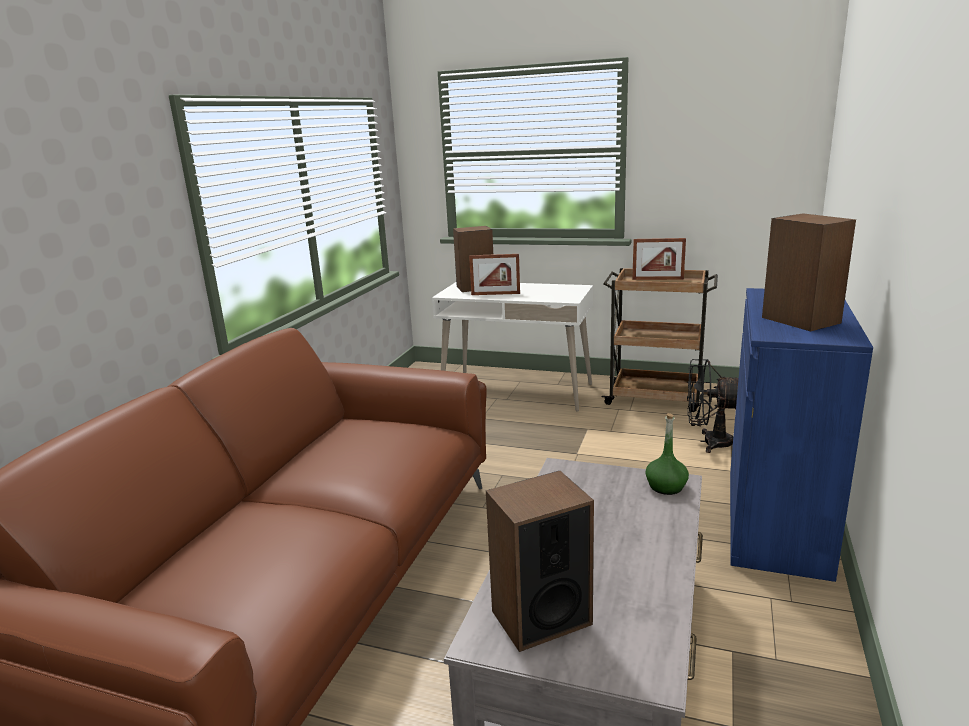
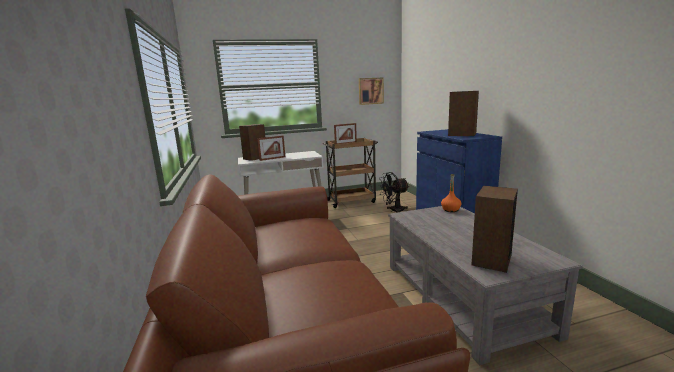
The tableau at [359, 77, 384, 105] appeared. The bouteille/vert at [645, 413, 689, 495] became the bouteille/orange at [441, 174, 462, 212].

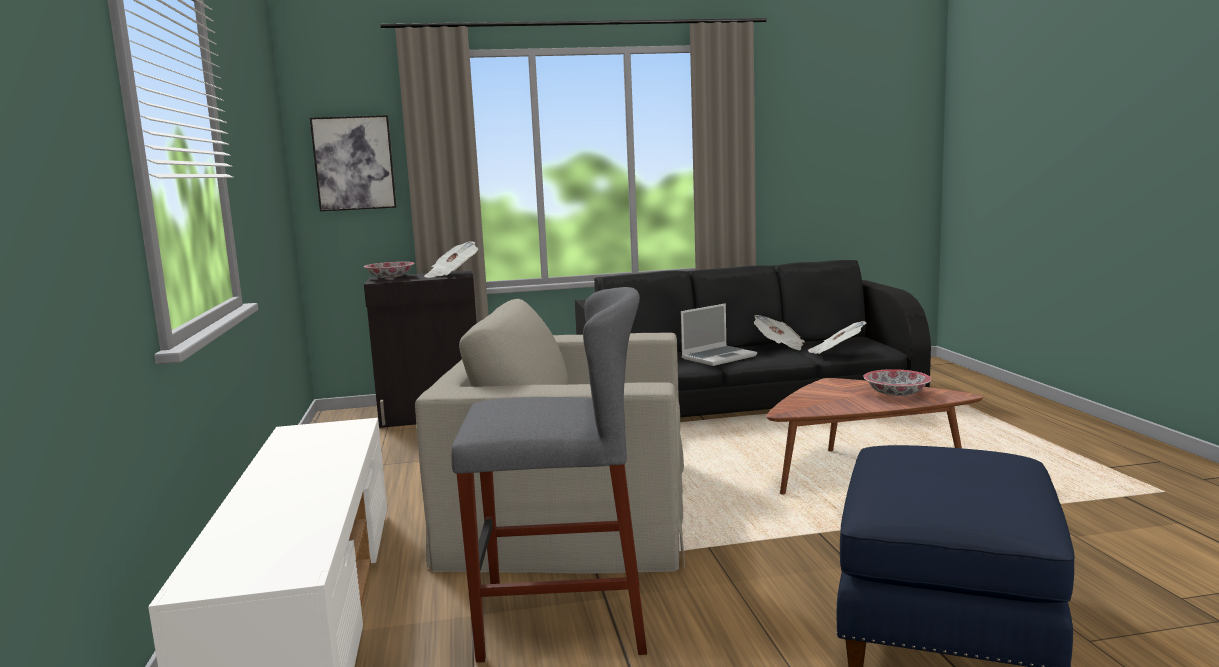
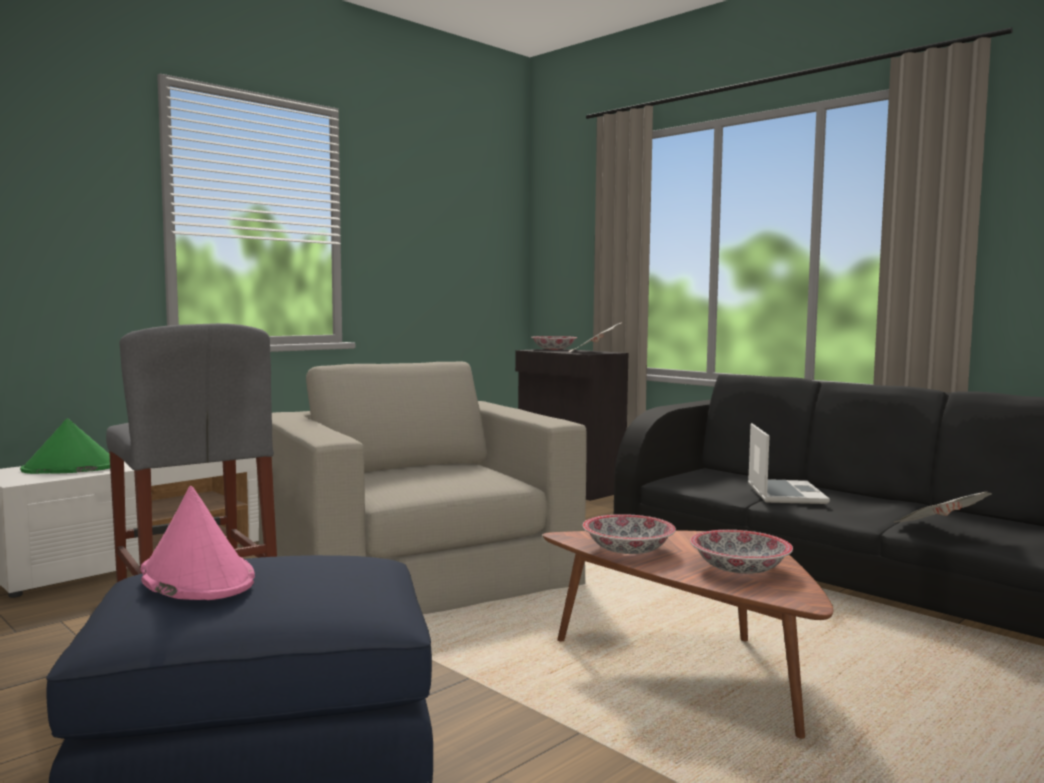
The chapeau/vert at [20, 418, 110, 474] appeared. The chapeau/rose at [141, 486, 255, 600] appeared. The bol at [583, 514, 676, 554] appeared. The ordinateur portable at [681, 303, 757, 366] turned 105 degrees counterclockwise. The tableau at [310, 115, 397, 211] disappeared. The journal at [754, 315, 805, 350] disappeared.

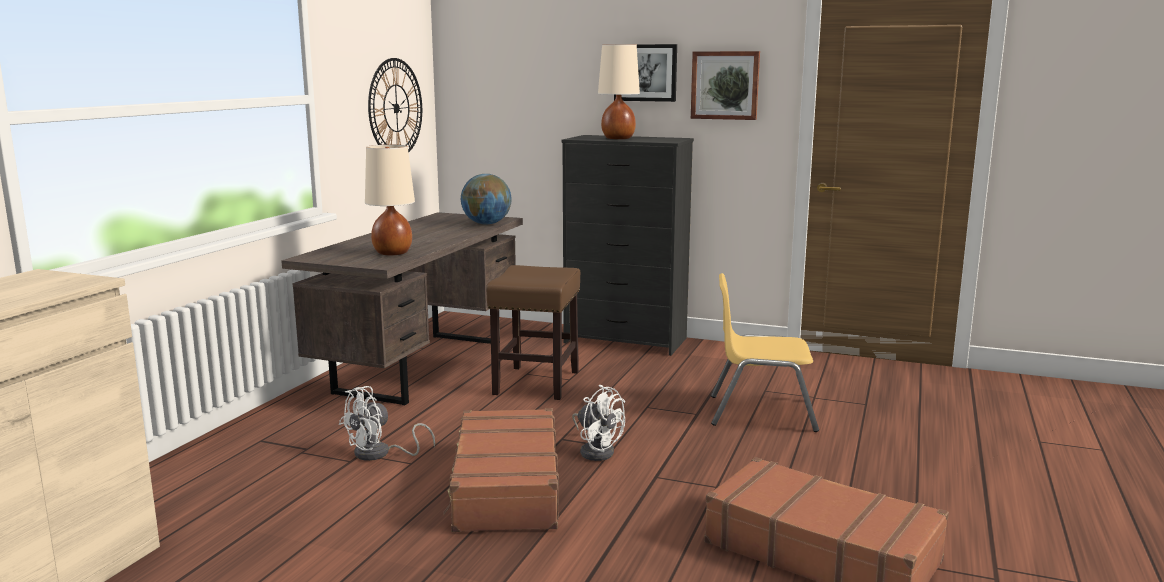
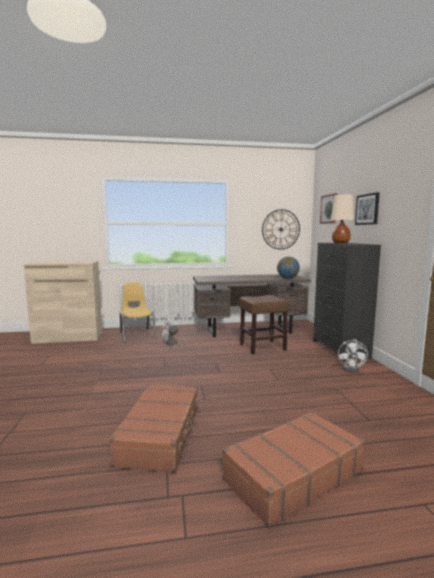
The chaise/jaune moved from [711, 273, 819, 432] to [120, 282, 157, 343]. The valise/marron moved from [443, 408, 559, 532] to [222, 411, 365, 528]. The tableau moved from [691, 51, 760, 120] to [320, 193, 337, 224]. The ventilateur/blanc moved from [572, 385, 625, 461] to [338, 339, 368, 372]. The lampe de table/beige at [365, 145, 415, 255] disappeared.

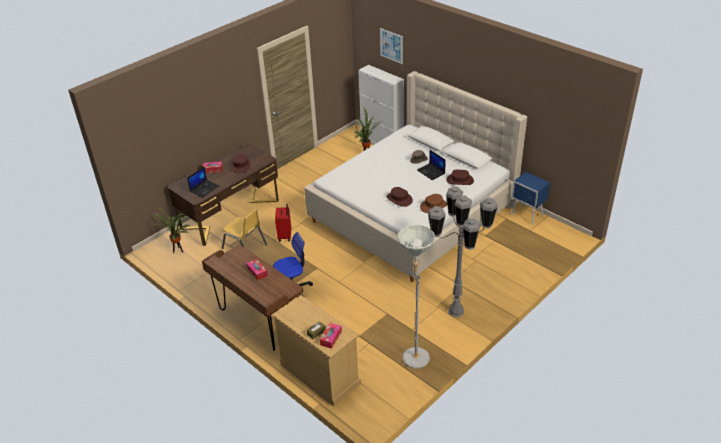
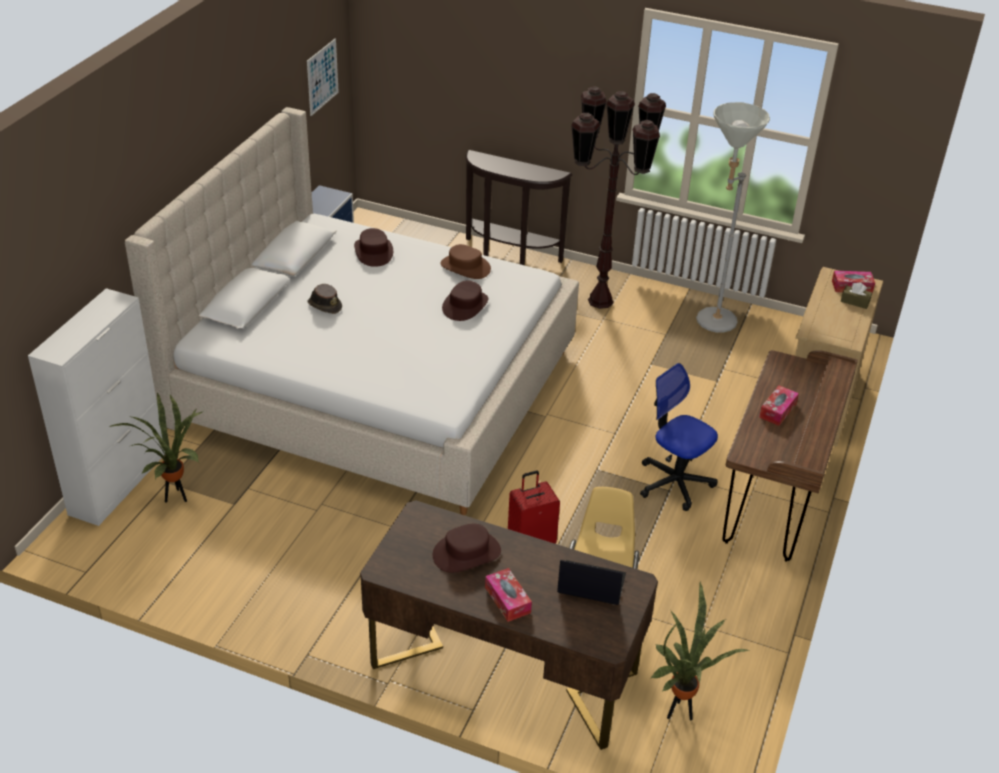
The tableau moved from [380, 28, 403, 64] to [307, 38, 339, 116]. The table console/marron at [465, 150, 572, 265] appeared. The lampadaire/gris at [428, 186, 498, 317] became the lampadaire/marron at [571, 86, 666, 309]. The ordinateur portable at [417, 150, 446, 180] disappeared.

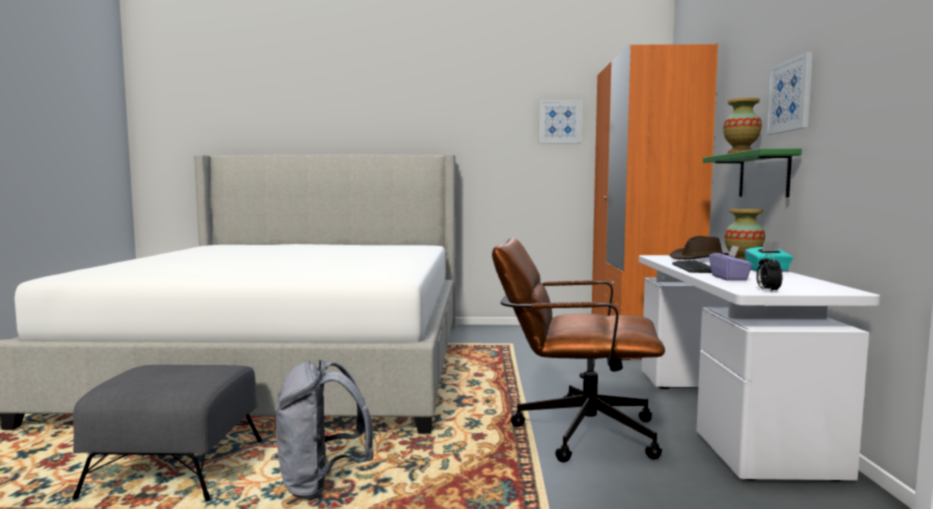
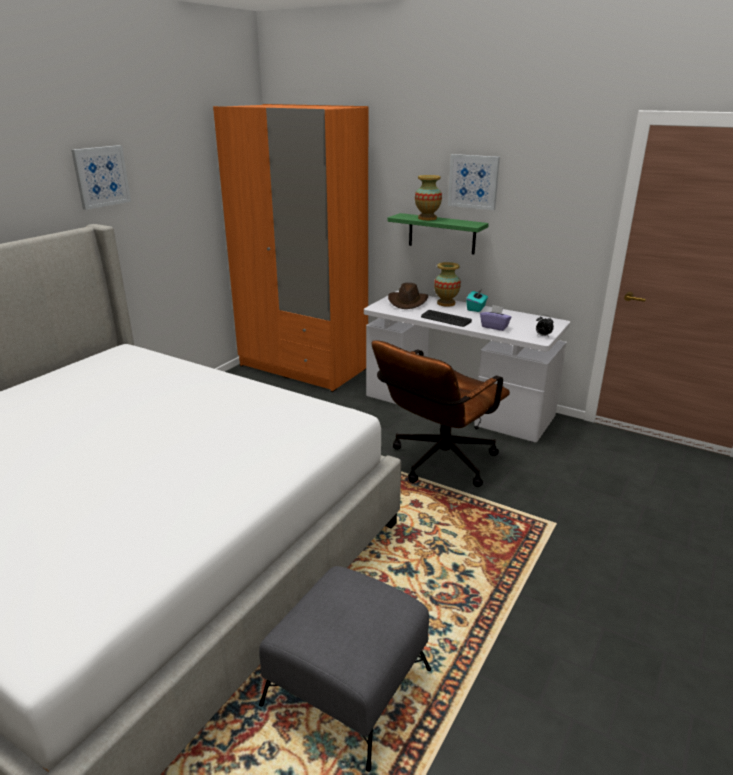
The tableau moved from [539, 100, 582, 143] to [71, 145, 131, 210]. The sac à dos/gris at [275, 360, 374, 499] disappeared.

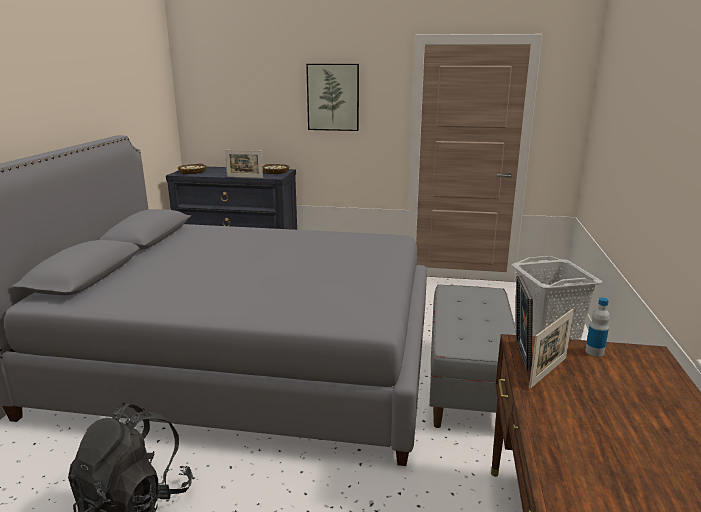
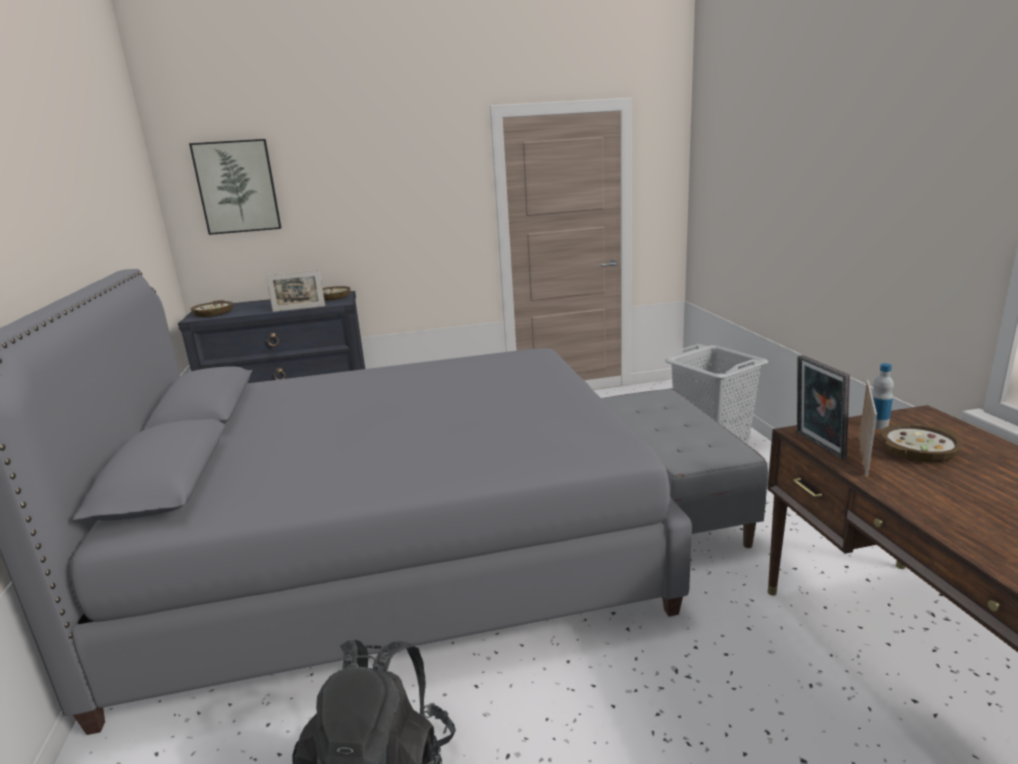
The tableau moved from [306, 64, 359, 131] to [189, 139, 281, 235]. The bol at [881, 424, 963, 462] appeared.

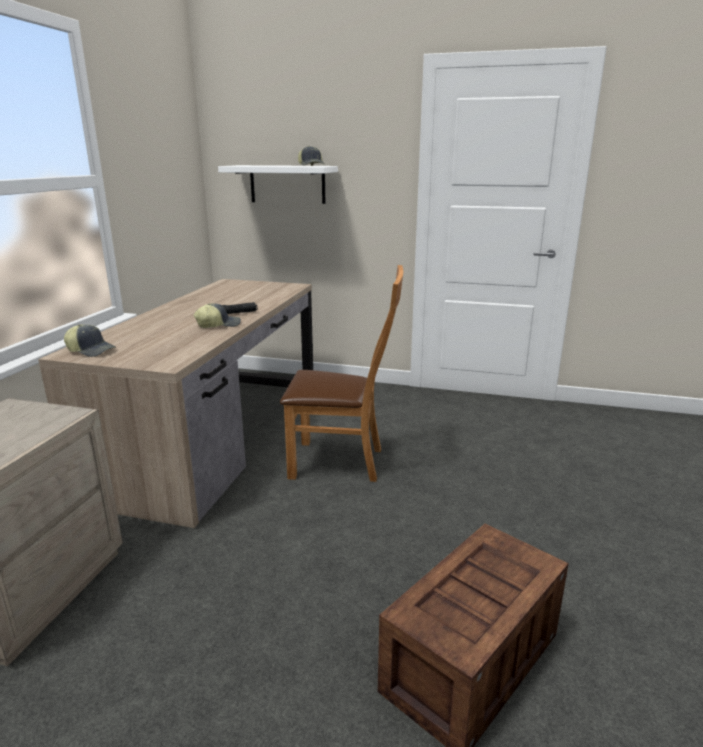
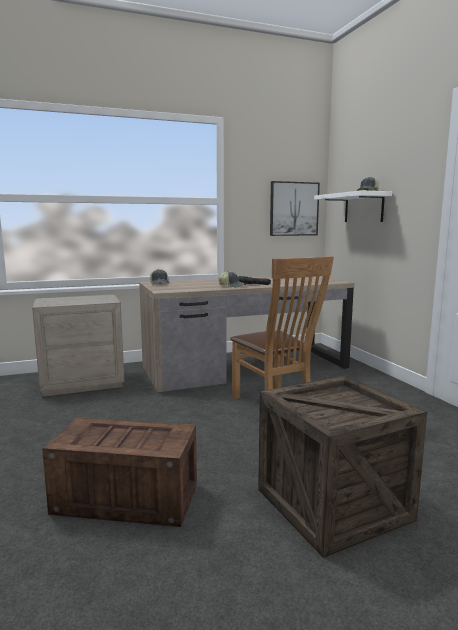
The caisse at [258, 376, 427, 558] appeared. The tableau at [270, 181, 320, 236] appeared.

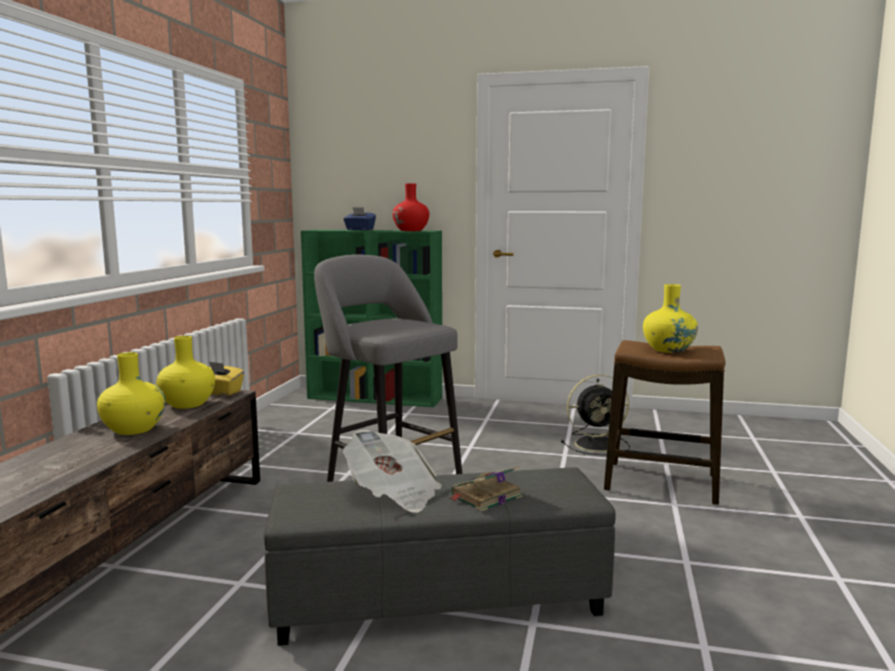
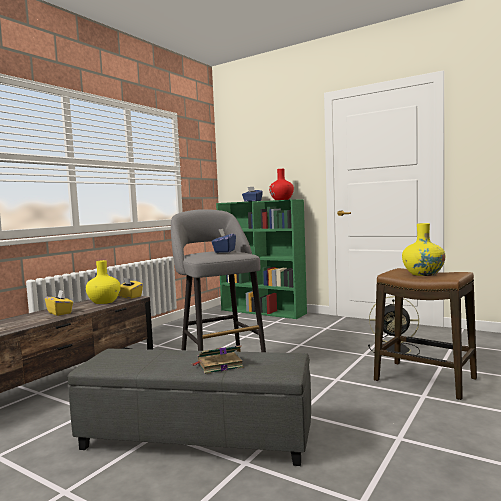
The vase/jaune at [97, 352, 165, 435] was replaced by the boîte à mouchoirs/jaune at [45, 290, 73, 316]. The boîte à mouchoirs/bleu at [212, 229, 236, 253] appeared. The journal at [343, 429, 442, 513] disappeared.

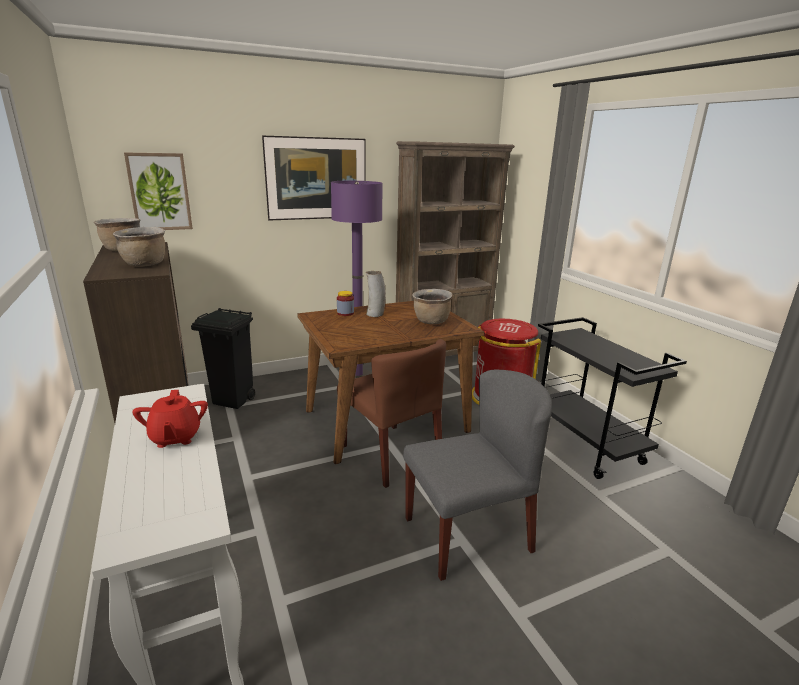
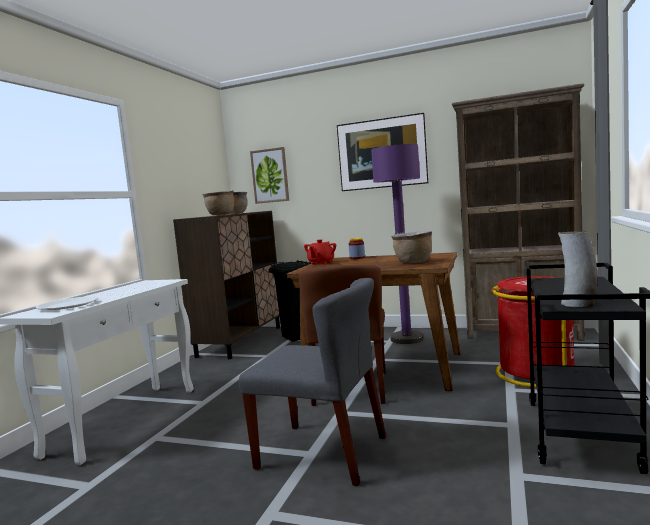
The assiette/blanc at [36, 296, 99, 310] appeared. The théière/rouge moved from [132, 390, 208, 448] to [304, 239, 336, 265]. The vase moved from [366, 271, 386, 317] to [558, 231, 597, 307].

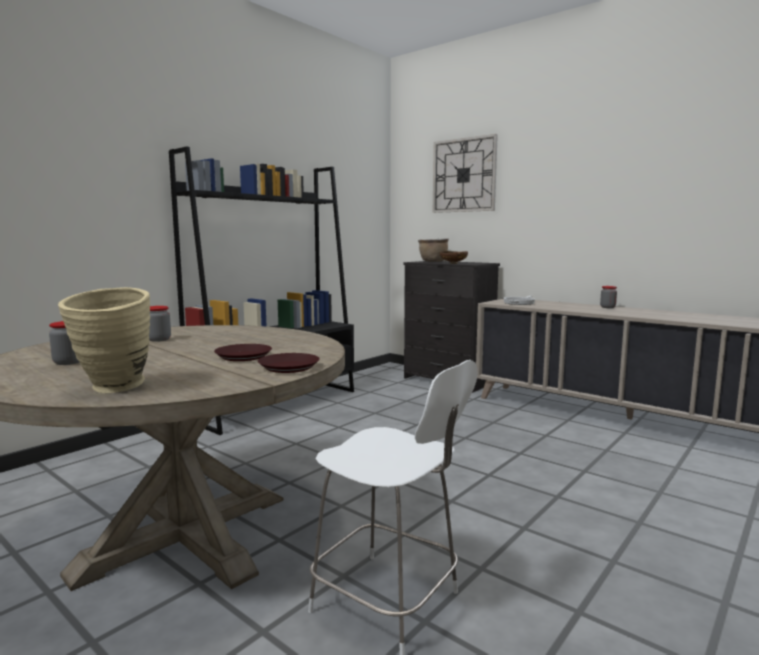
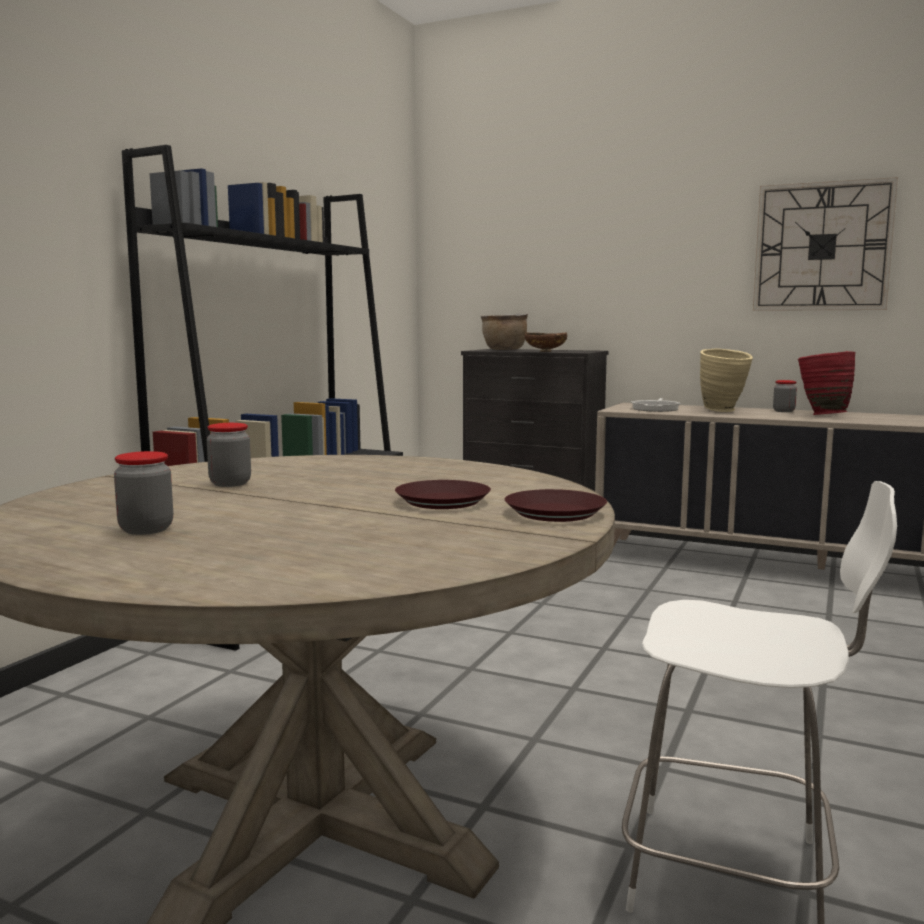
The vase/beige moved from [58, 287, 150, 393] to [700, 348, 753, 412]. The horloge murale moved from [433, 134, 498, 213] to [753, 177, 898, 311]. The vase/rouge at [798, 351, 855, 415] appeared.

